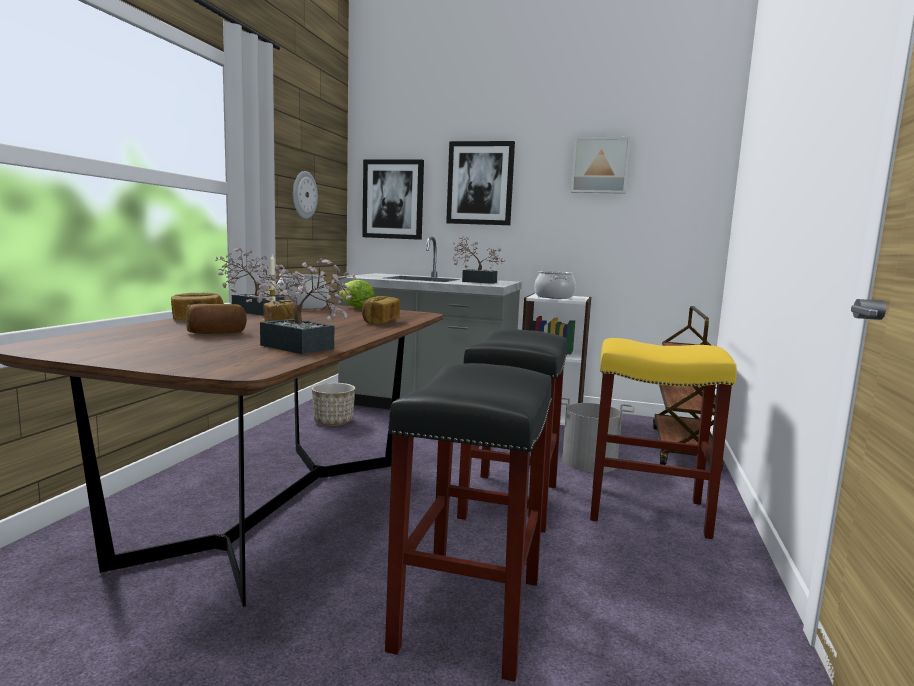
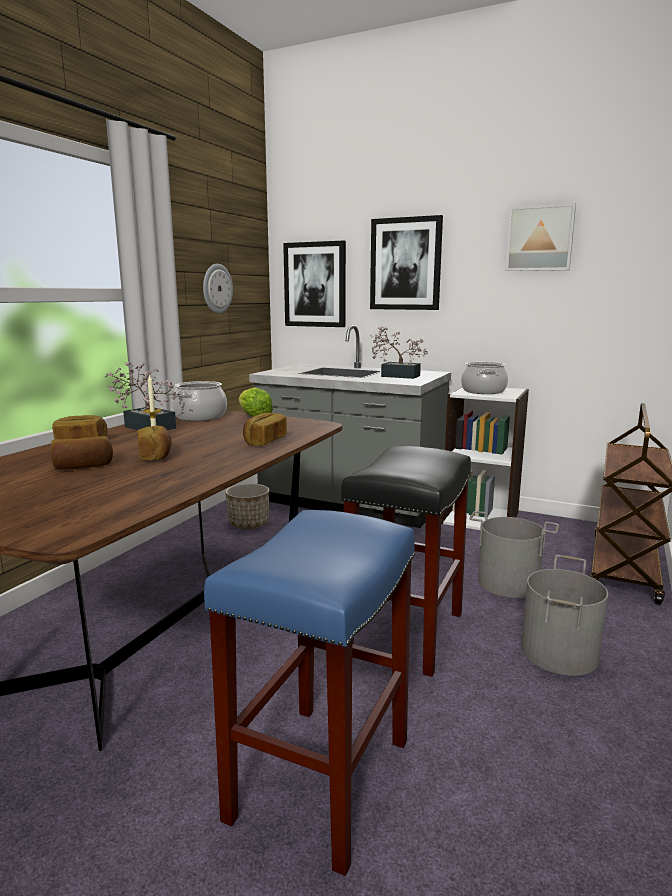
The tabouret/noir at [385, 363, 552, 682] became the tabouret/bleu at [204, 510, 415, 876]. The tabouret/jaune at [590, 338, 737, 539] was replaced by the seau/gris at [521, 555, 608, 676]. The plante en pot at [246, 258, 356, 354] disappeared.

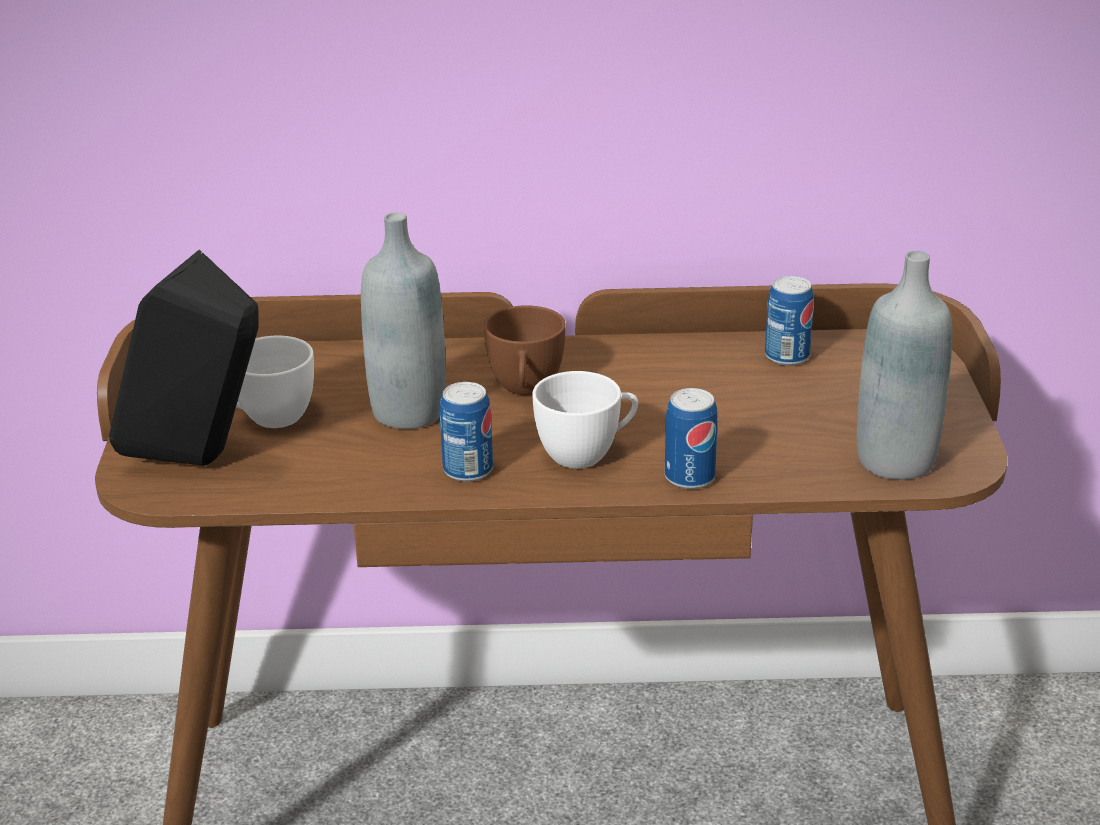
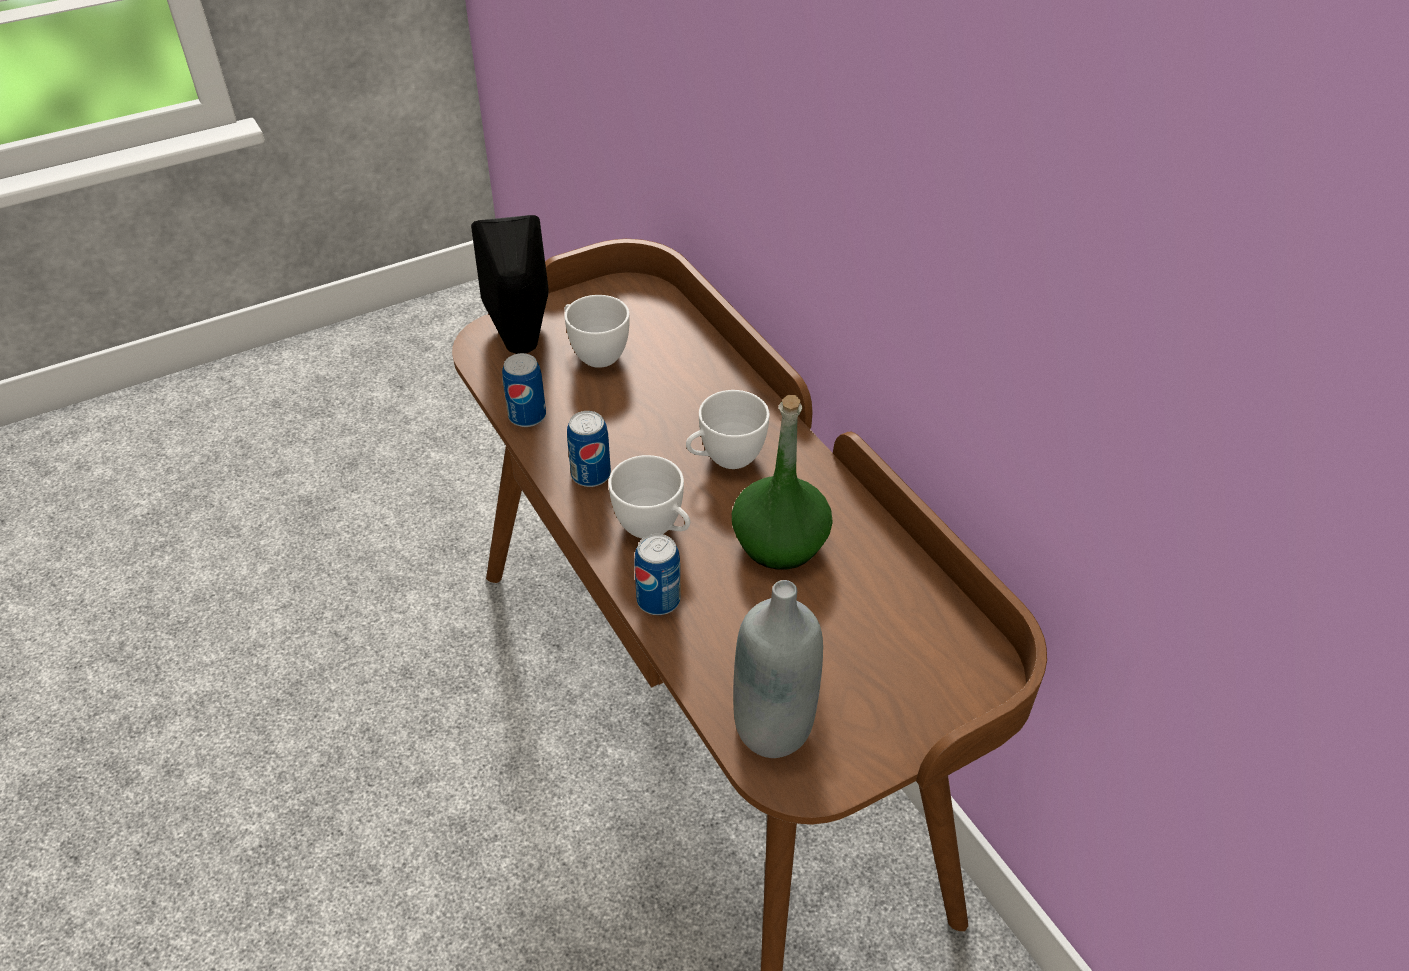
The boîte métallique moved from [765, 276, 814, 366] to [502, 353, 546, 427]. The tasse/marron at [484, 305, 566, 395] became the tasse/blanc at [686, 390, 770, 469]. The bouteille/vert at [732, 395, 833, 570] appeared. The bouteille/gris at [361, 212, 446, 429] disappeared.

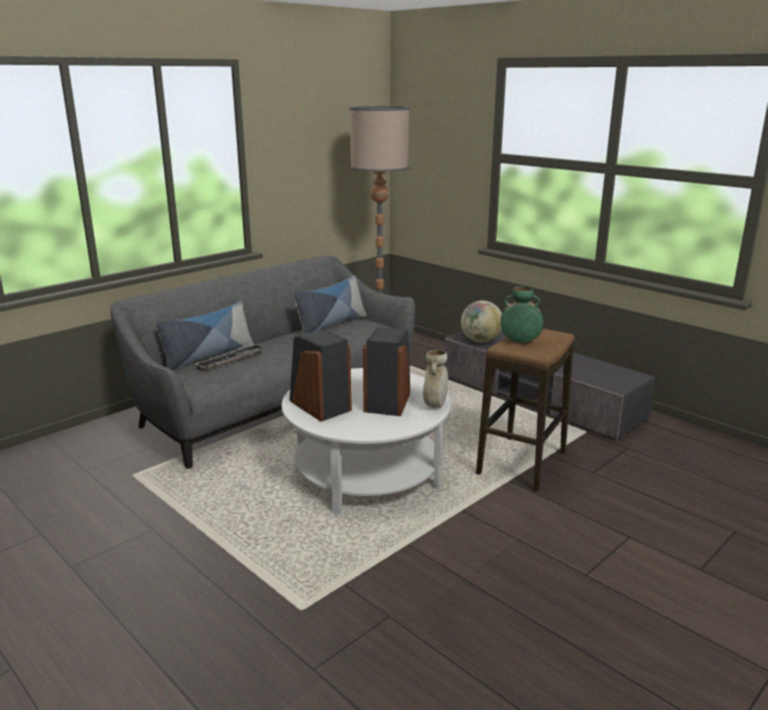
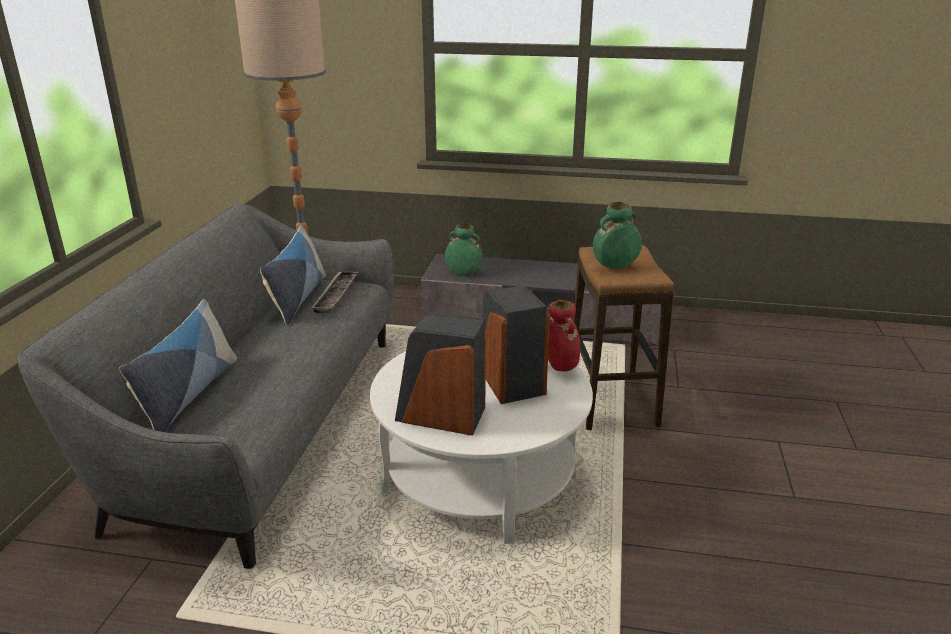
The plateau moved from [195, 344, 265, 371] to [311, 271, 358, 313]. The globe at [461, 300, 502, 343] was replaced by the vase/vert at [445, 224, 483, 275]. The vase/beige at [423, 350, 448, 408] became the vase/rouge at [548, 300, 580, 371].

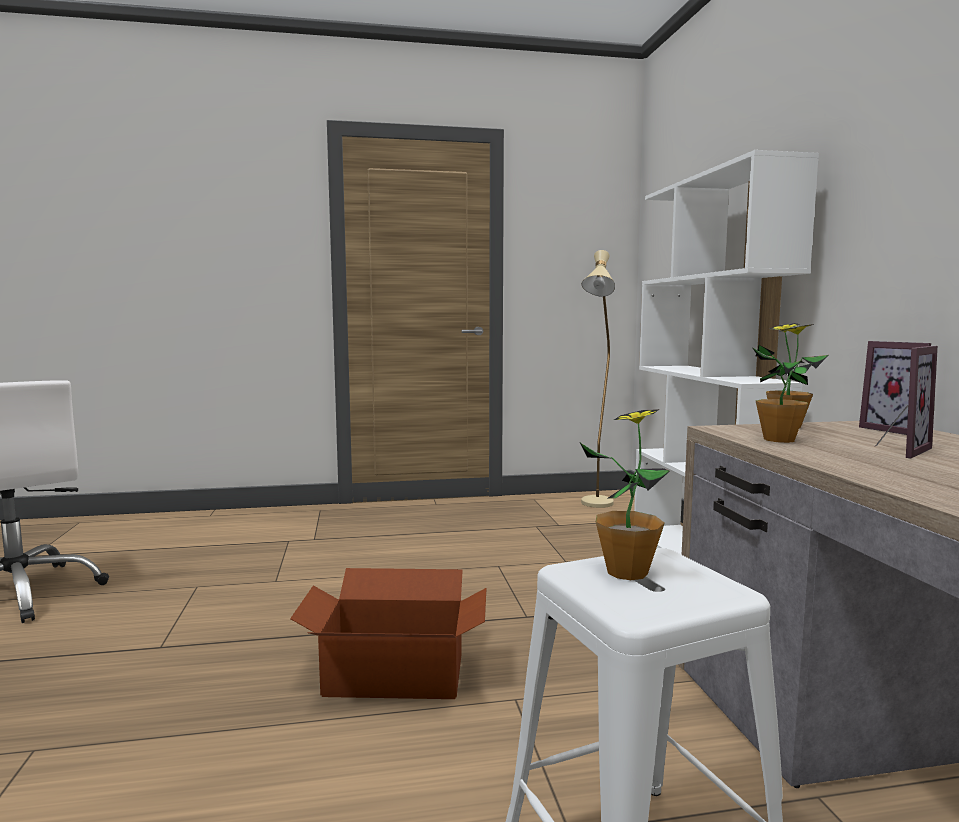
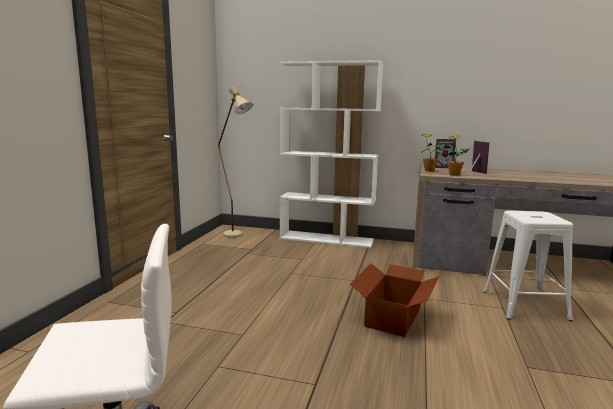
The plante en pot at [580, 409, 670, 580] disappeared.

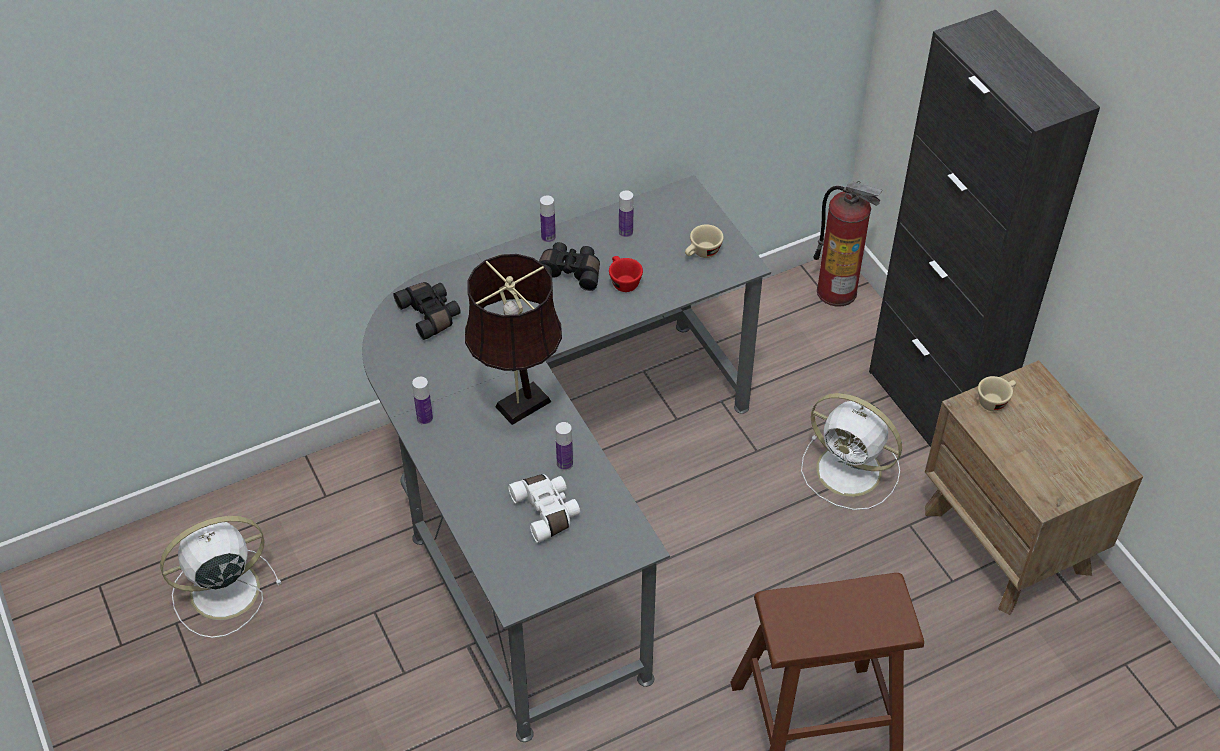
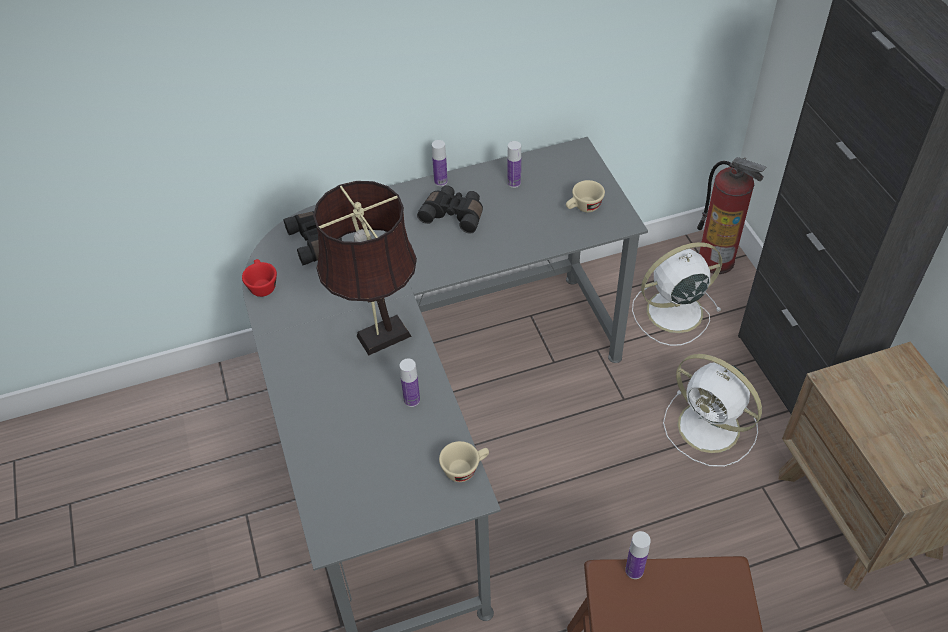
The tasse/rouge moved from [609, 256, 643, 292] to [242, 259, 277, 297]. The tasse/beige moved from [978, 376, 1016, 411] to [439, 441, 489, 482]. The bouteille moved from [412, 377, 433, 425] to [625, 531, 651, 579]. The ventilateur/blanc moved from [160, 516, 282, 638] to [632, 242, 722, 346]. The jumelles/blanc at [508, 474, 580, 543] disappeared.

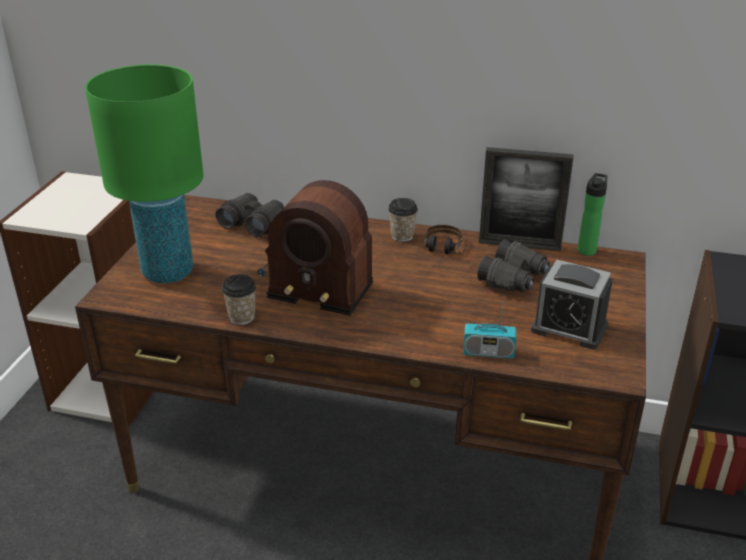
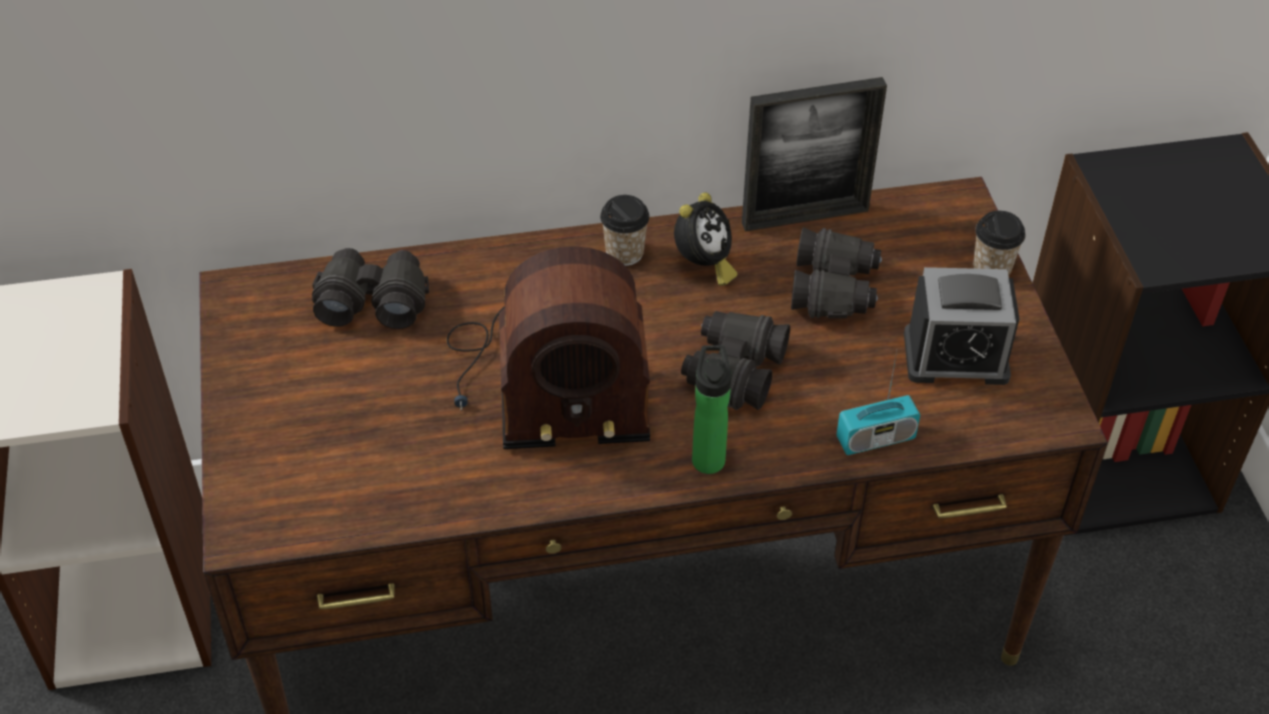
The casque audio at [424, 225, 463, 254] was replaced by the réveil at [674, 193, 737, 286]. The jumelles/noir at [681, 311, 790, 410] appeared. The bouteille moved from [578, 173, 607, 256] to [692, 345, 732, 474]. The tasse moved from [222, 274, 256, 325] to [973, 211, 1025, 276]. The lampe de table/vert at [85, 64, 204, 284] disappeared.

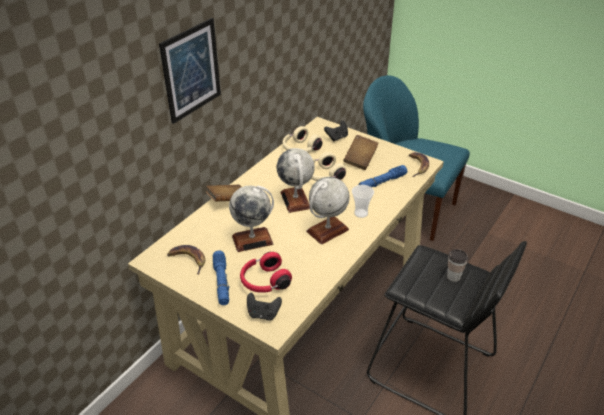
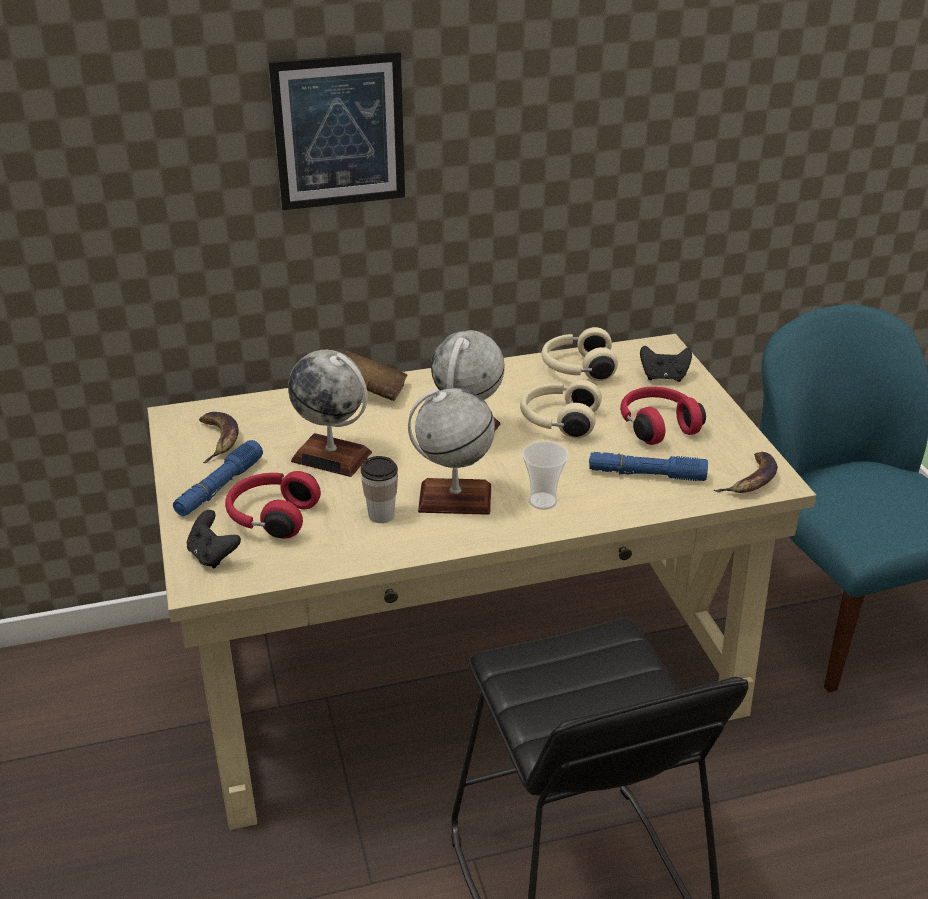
The tasse moved from [447, 249, 468, 282] to [361, 456, 398, 523]. The livre/marron at [343, 135, 378, 170] was replaced by the casque audio/rouge at [620, 387, 706, 445].

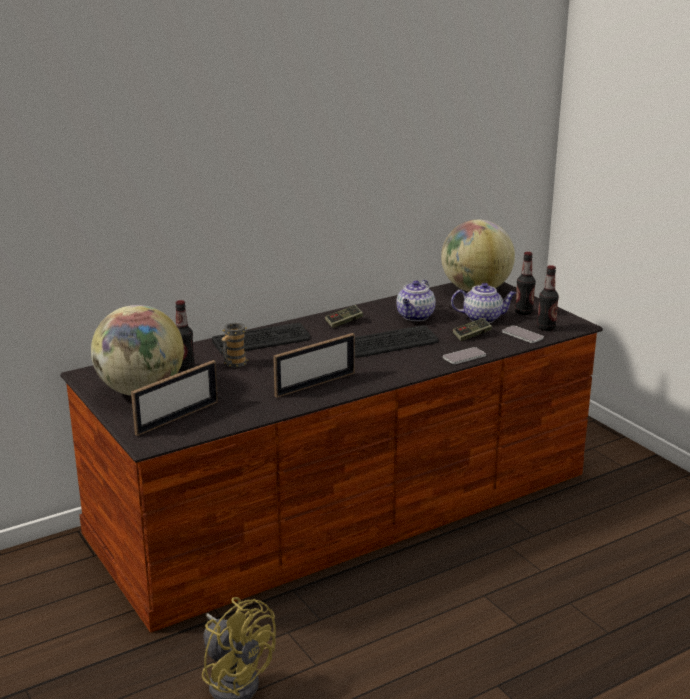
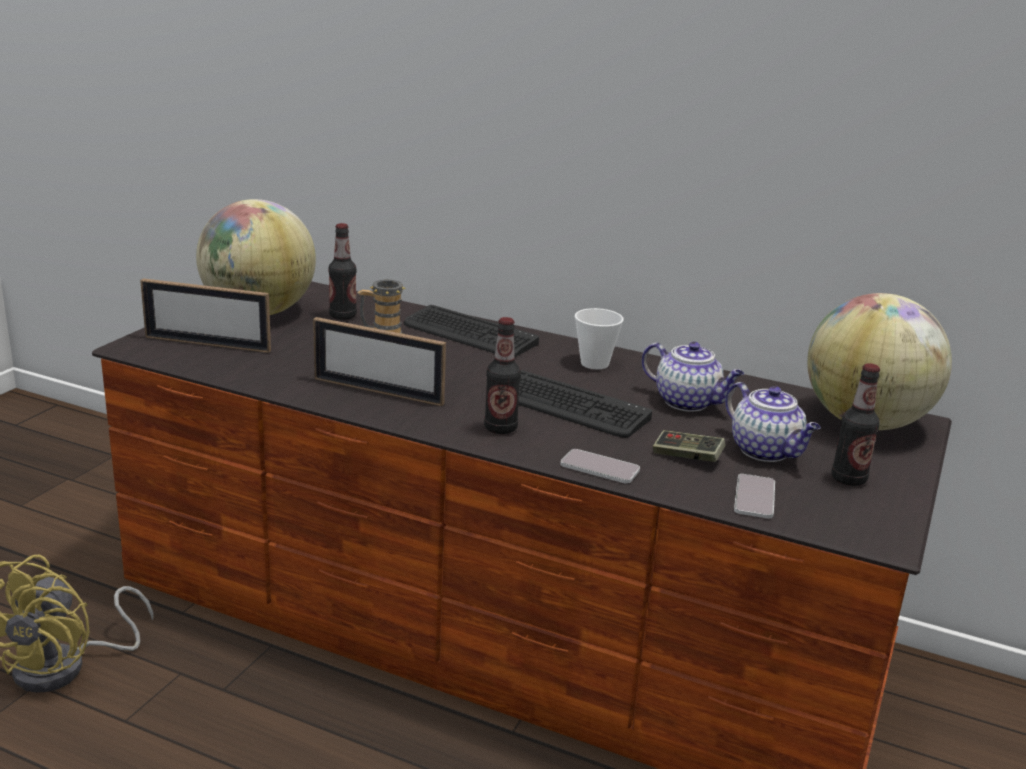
The bouteille moved from [537, 265, 559, 331] to [484, 317, 521, 434]. The manette at [325, 305, 363, 328] was replaced by the tasse at [575, 308, 624, 369]. The théière at [396, 280, 436, 321] turned 135 degrees counterclockwise.

